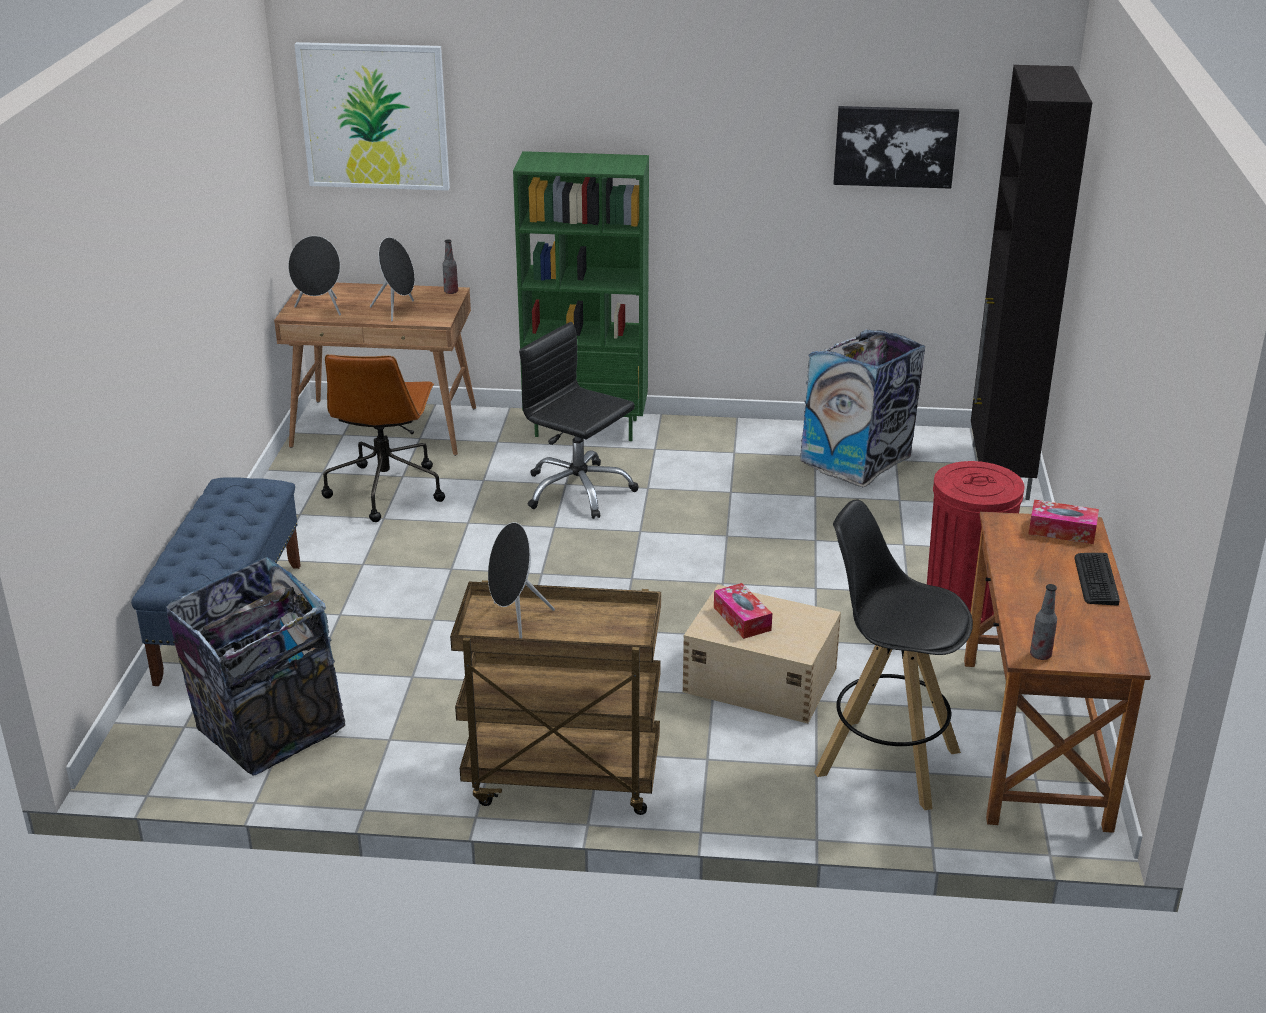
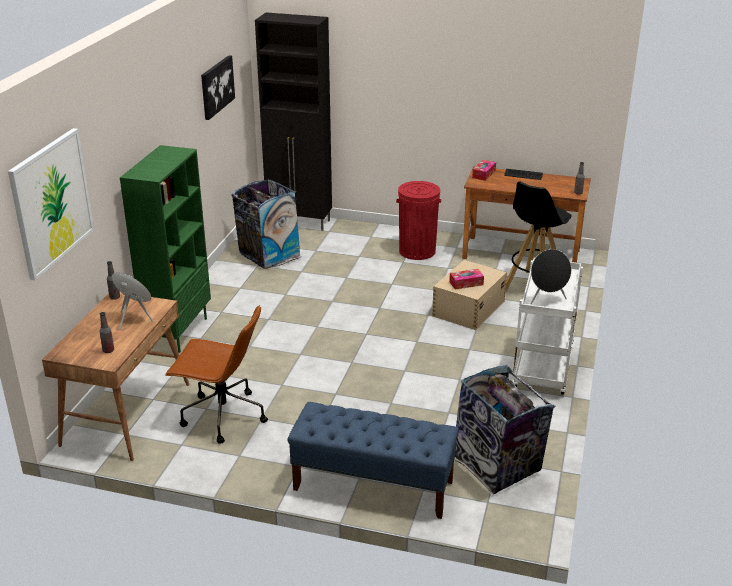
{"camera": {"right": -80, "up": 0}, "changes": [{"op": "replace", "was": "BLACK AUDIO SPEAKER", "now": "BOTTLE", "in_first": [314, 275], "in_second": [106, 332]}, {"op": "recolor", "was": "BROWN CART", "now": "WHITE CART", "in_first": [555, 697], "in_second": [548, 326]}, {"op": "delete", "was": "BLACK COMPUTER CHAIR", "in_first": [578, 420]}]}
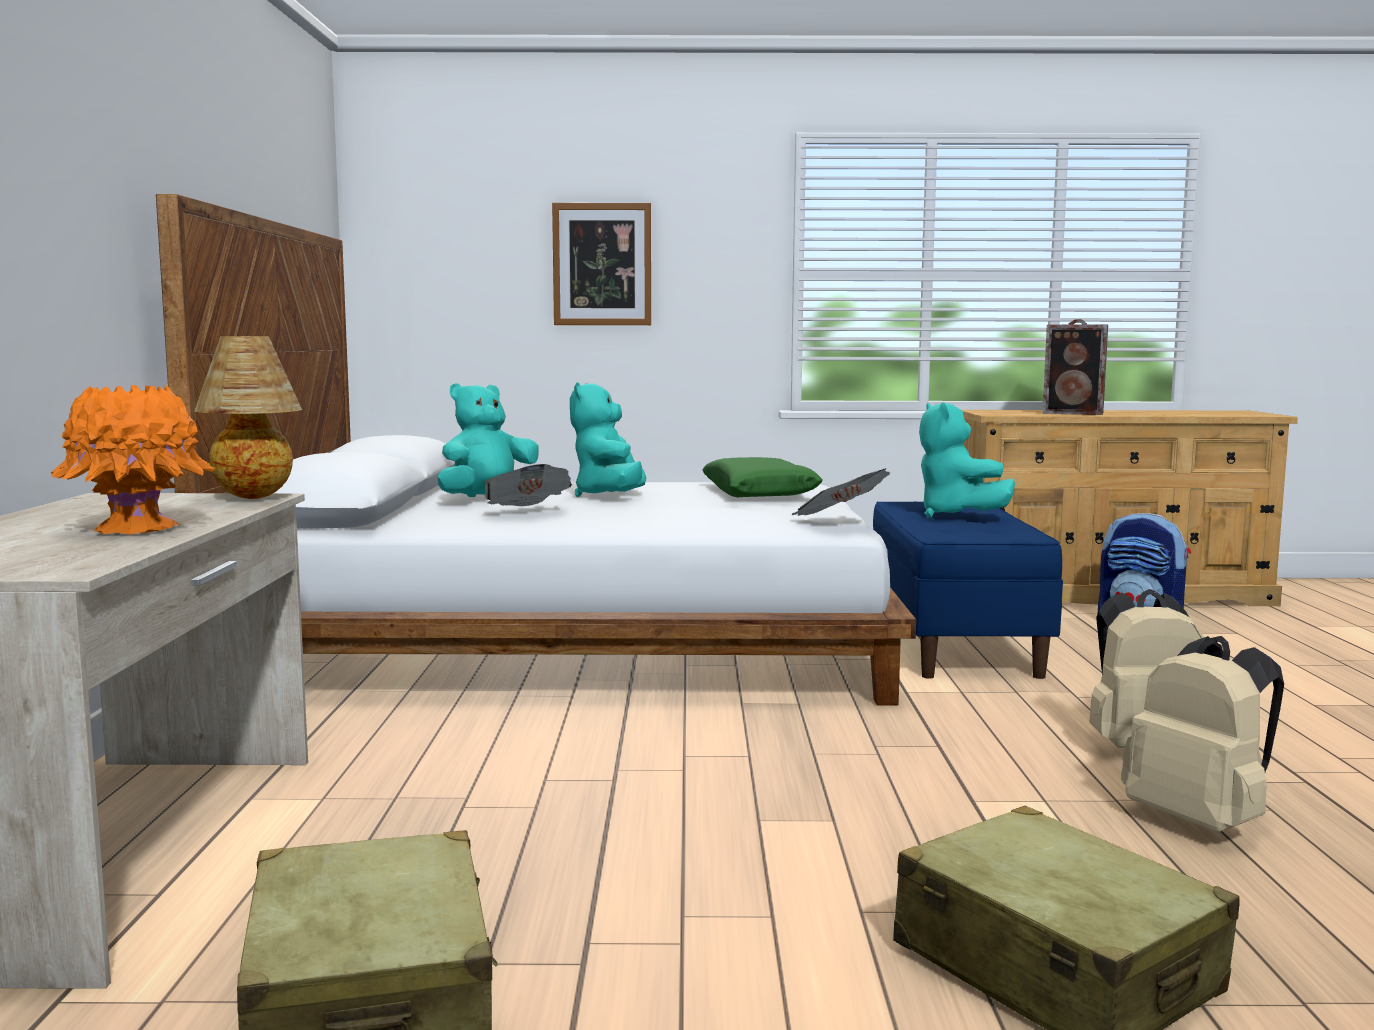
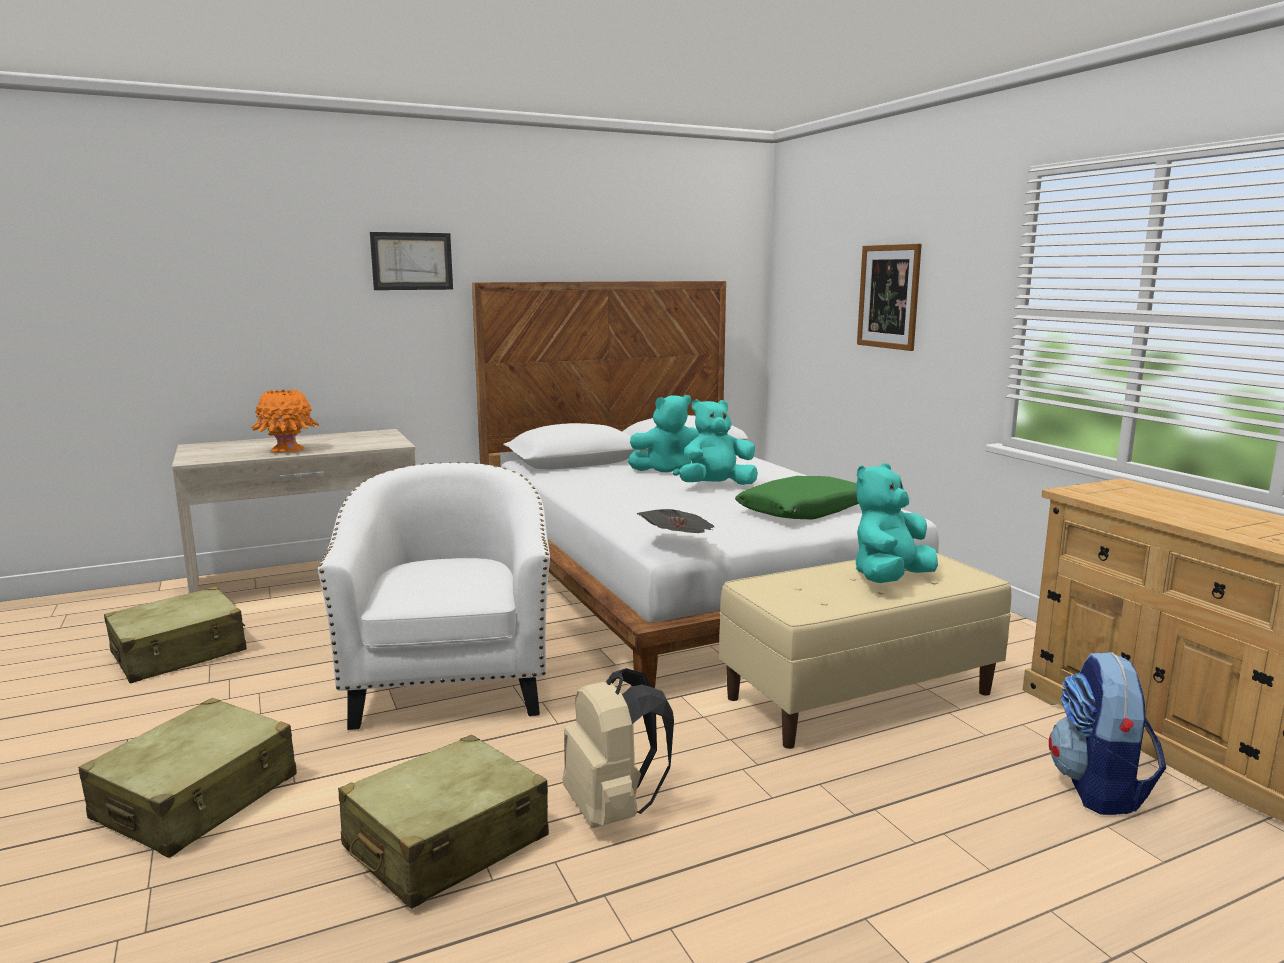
{"camera": {"right": 65, "up": 5}, "changes": [{"op": "insert", "now": "WHITE EASY CHAIR", "in_second": [434, 596]}, {"op": "replace", "was": "BEIGE RUCKSACK", "now": "BEIGE SUITCASE", "in_first": [1202, 734], "in_second": [443, 822]}, {"op": "insert", "now": "PICTURE", "in_second": [411, 261]}, {"op": "rotate", "was": "BLUE-GREEN PLUSH TOY", "in_first": [488, 440], "in_second": [663, 435], "clockwise": 135}, {"op": "recolor", "was": "BLUE BENCH", "now": "BEIGE BENCH", "in_first": [968, 590], "in_second": [865, 651]}, {"op": "delete", "was": "TABLE LAMP", "in_first": [248, 417]}, {"op": "delete", "was": "NEWSPAPER", "in_first": [528, 485]}, {"op": "delete", "was": "AUDIO SPEAKER", "in_first": [1075, 367]}]}
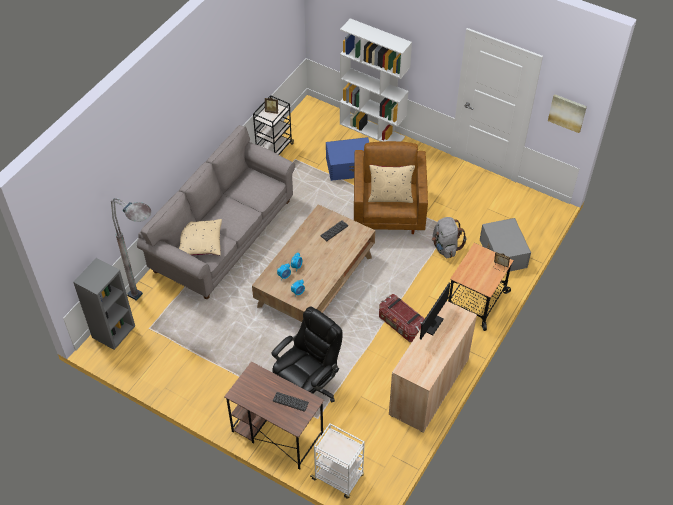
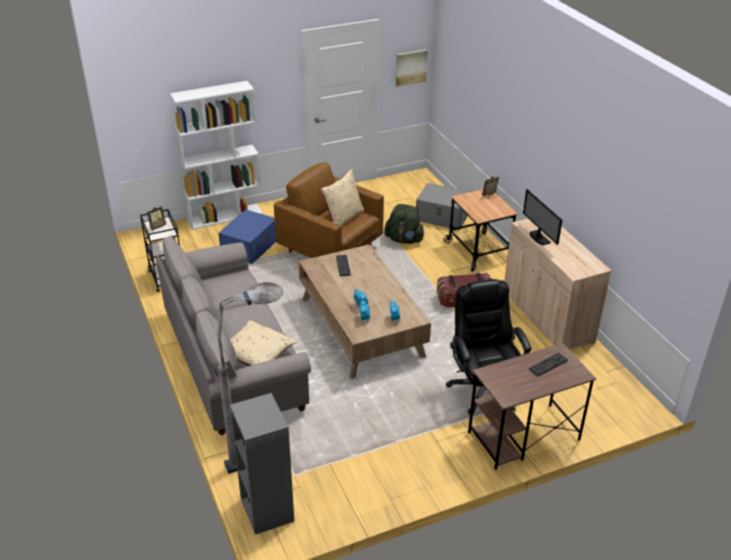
{"camera": {"right": -55, "up": -15}, "changes": [{"op": "recolor", "was": "GREYISH RUCKSACK", "now": "GREEN-COLOURED RUCKSACK", "in_first": [449, 237], "in_second": [404, 224]}, {"op": "delete", "was": "WHITE CART", "in_first": [337, 461]}]}
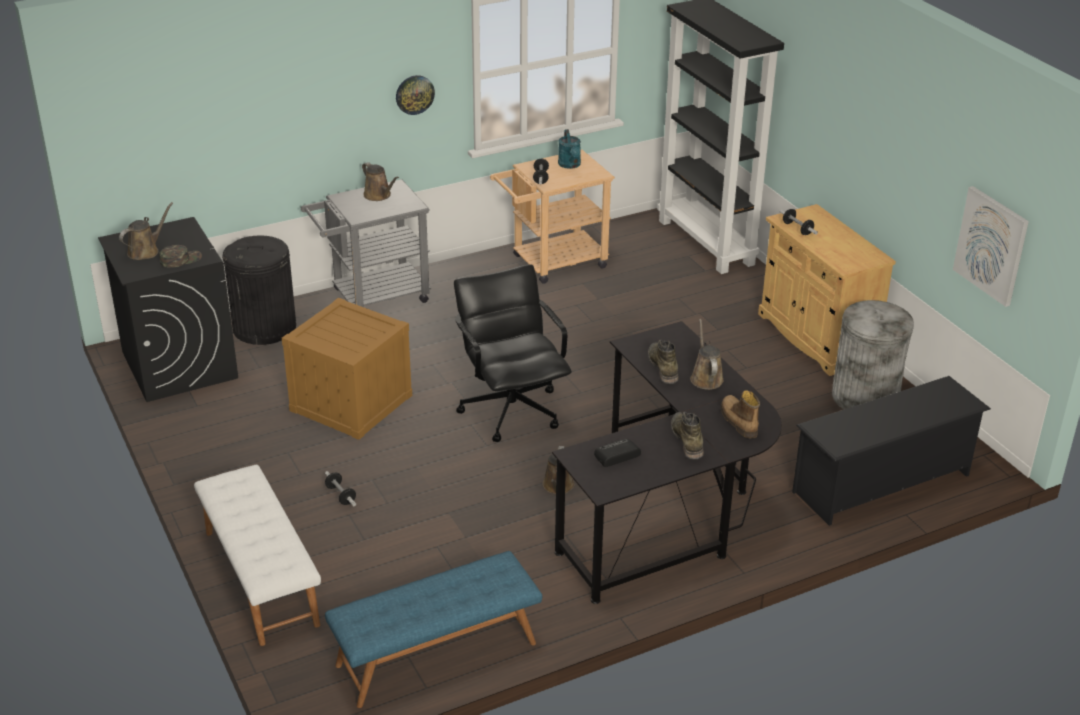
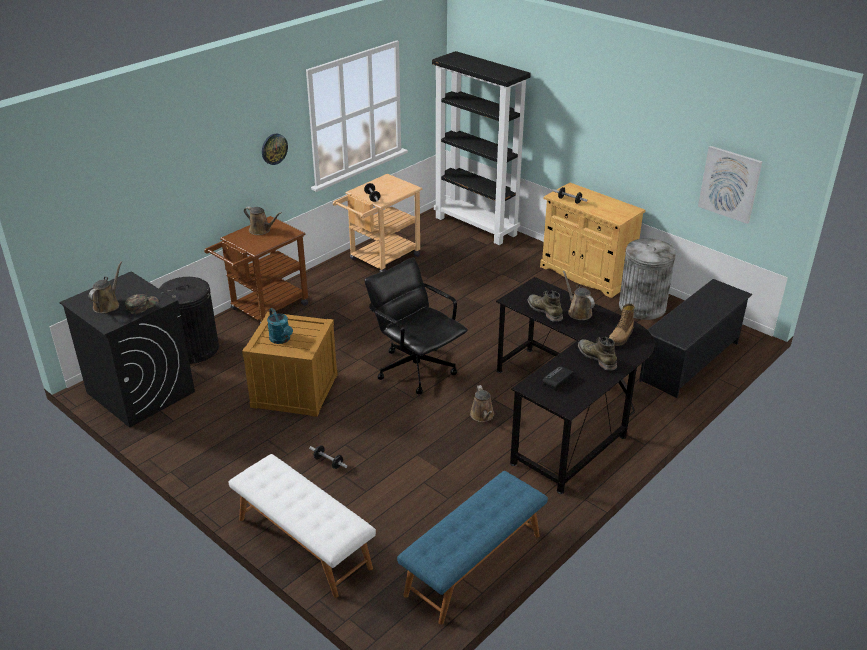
{"camera": {"right": -20, "up": 0}, "changes": [{"op": "recolor", "was": "GREYISH CART", "now": "BROWN CART", "in_first": [366, 243], "in_second": [256, 270]}, {"op": "move", "was": "BLUE-GREEN SPRINKLING CAN", "in_first": [569, 149], "in_second": [280, 326]}, {"op": "rotate", "was": "TALL BOOT", "in_first": [740, 414], "in_second": [622, 324], "clockwise": -105}]}
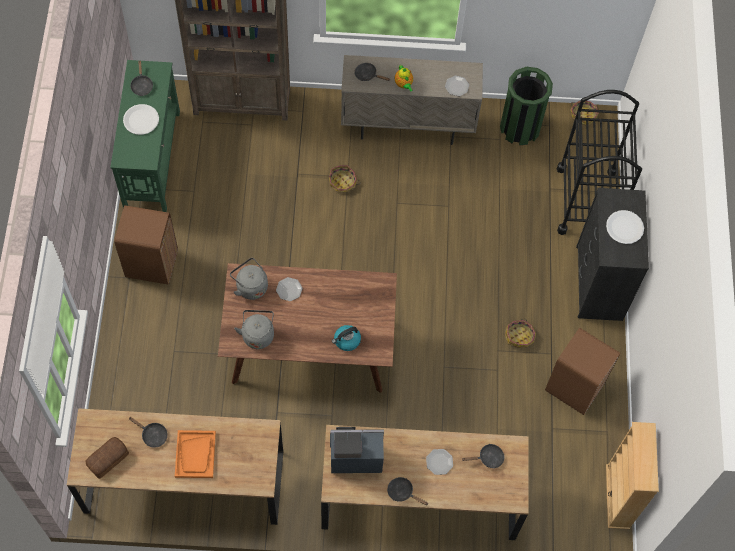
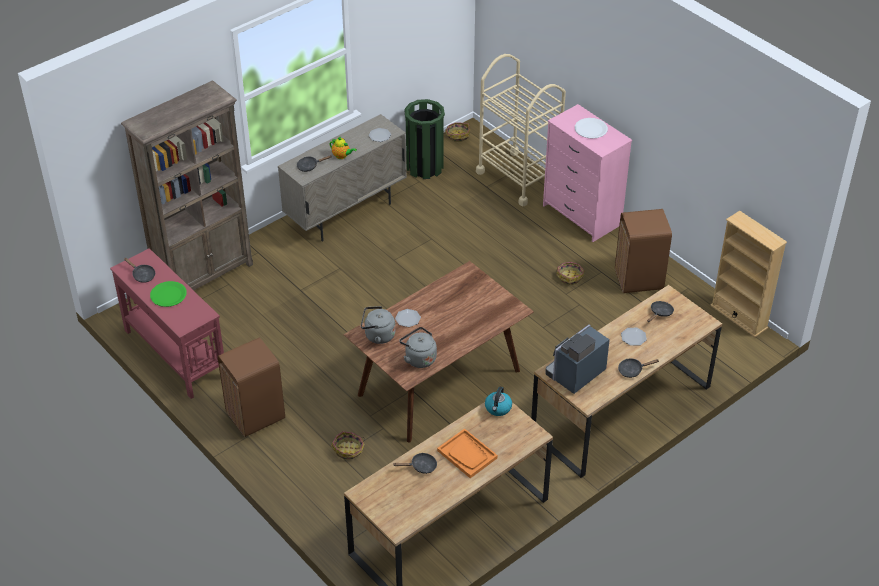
{"camera": {"right": -40, "up": -20}, "changes": [{"op": "recolor", "was": "GREEN-COLOURED CONSOLE TABLE", "now": "RED-COLOURED CONSOLE TABLE", "in_first": [145, 136], "in_second": [167, 323]}, {"op": "recolor", "was": "WHITE DINNER PLATE", "now": "GREEN-COLOURED DINNER PLATE", "in_first": [141, 119], "in_second": [168, 294]}, {"op": "move", "was": "STORAGE BASKET", "in_first": [345, 178], "in_second": [348, 445]}, {"op": "recolor", "was": "BLACK CART", "now": "BEIGE CART", "in_first": [599, 162], "in_second": [521, 130]}, {"op": "move", "was": "KETTLE", "in_first": [346, 338], "in_second": [498, 401]}, {"op": "recolor", "was": "BLACK DRESSER", "now": "PINK-COLOURED DRESSER", "in_first": [612, 254], "in_second": [587, 173]}, {"op": "delete", "was": "BAKED BREAD", "in_first": [107, 458]}]}
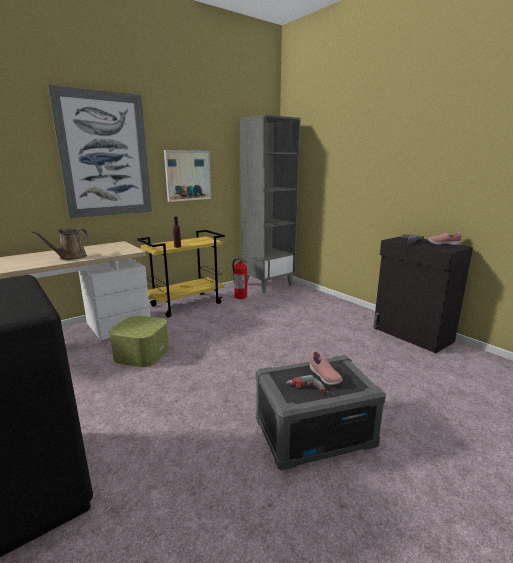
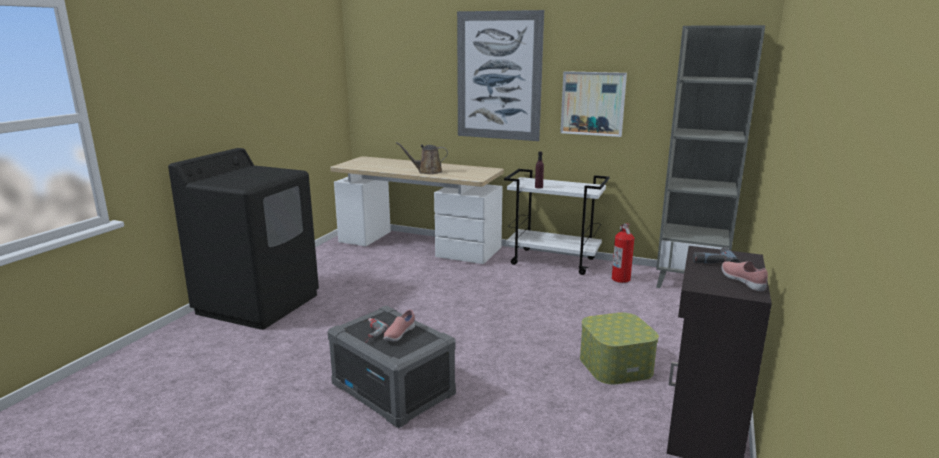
{"camera": {"right": 60, "up": 0}, "changes": [{"op": "recolor", "was": "YELLOWISH CART", "now": "WHITE CART", "in_first": [181, 274], "in_second": [557, 222]}, {"op": "move", "was": "STORAGE CONTAINER", "in_first": [139, 341], "in_second": [619, 348]}]}
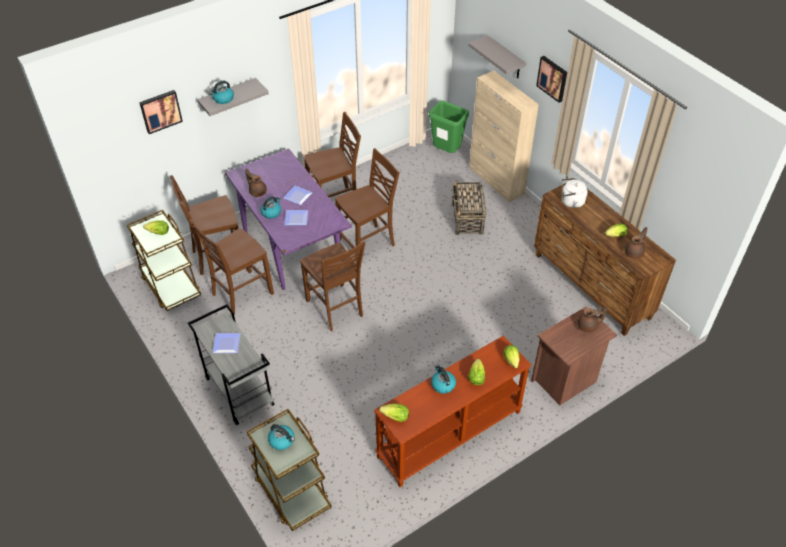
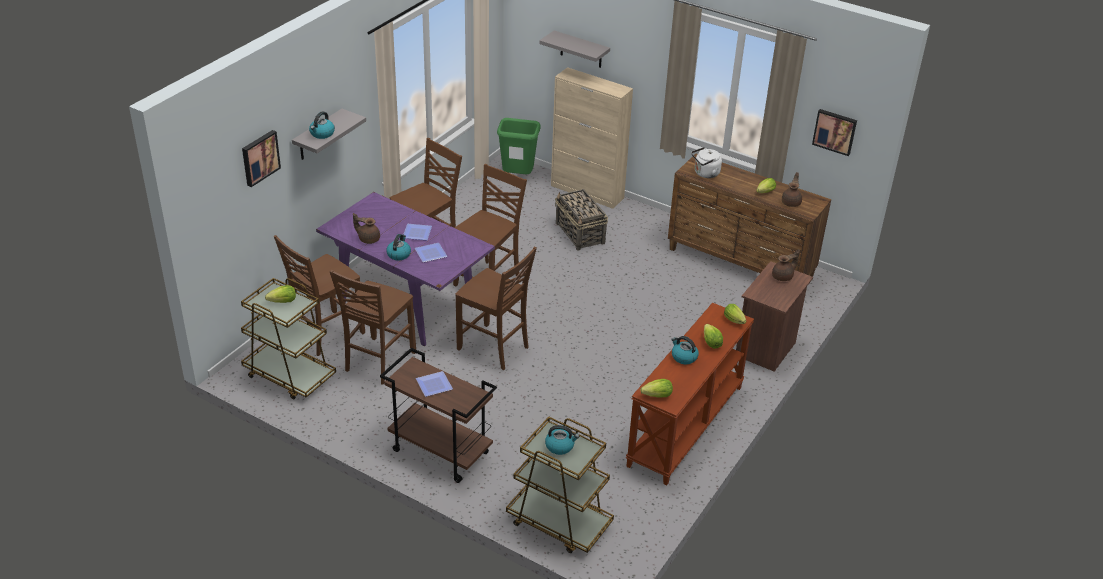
{"camera": {"right": -25, "up": -10}, "changes": [{"op": "recolor", "was": "GREYISH CART", "now": "BROWN CART", "in_first": [231, 364], "in_second": [438, 415]}, {"op": "move", "was": "PICTURE", "in_first": [551, 79], "in_second": [834, 132]}]}
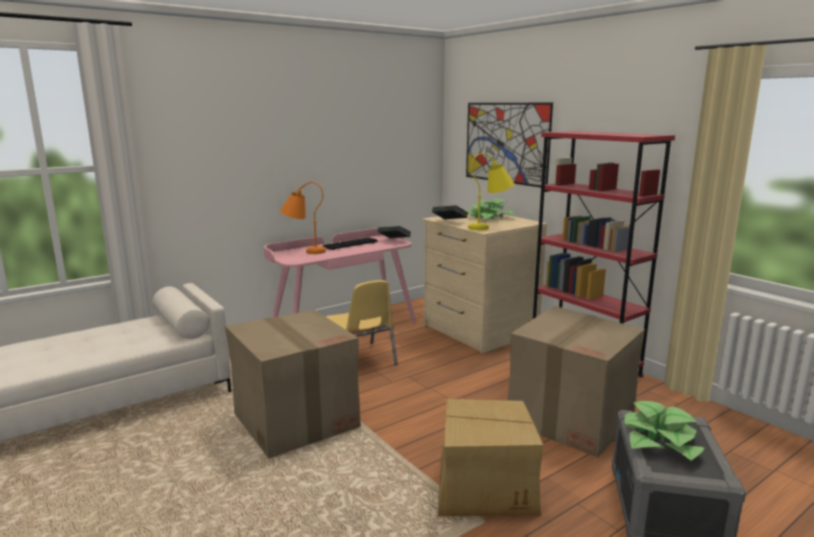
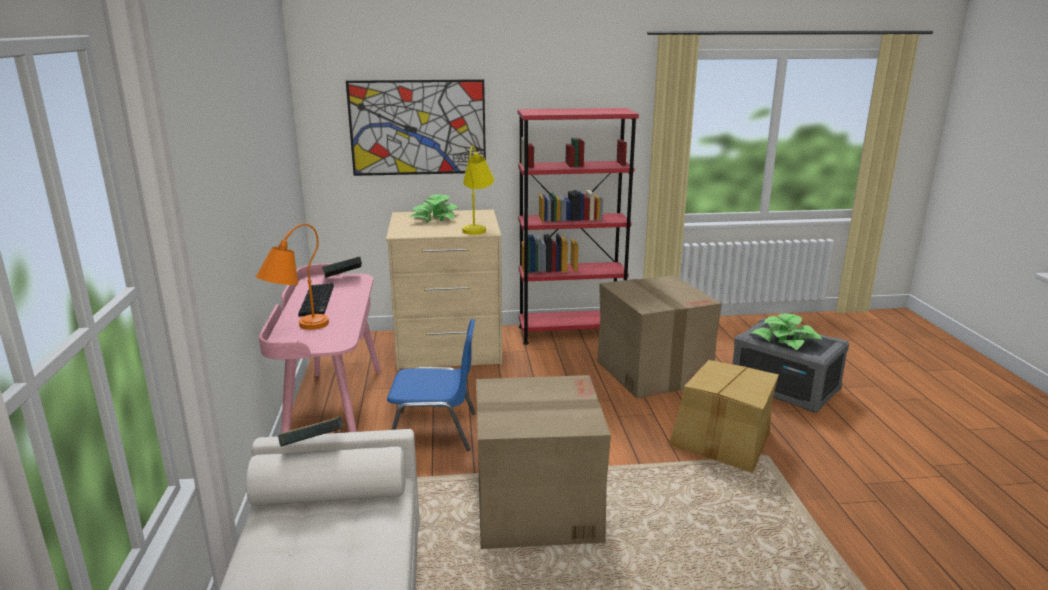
{"camera": {"right": -60, "up": 5}, "changes": [{"op": "move", "was": "BOOK", "in_first": [450, 212], "in_second": [311, 431]}, {"op": "recolor", "was": "YELLOWISH UPRIGHT CHAIR", "now": "BLUE UPRIGHT CHAIR", "in_first": [362, 322], "in_second": [431, 385]}]}
